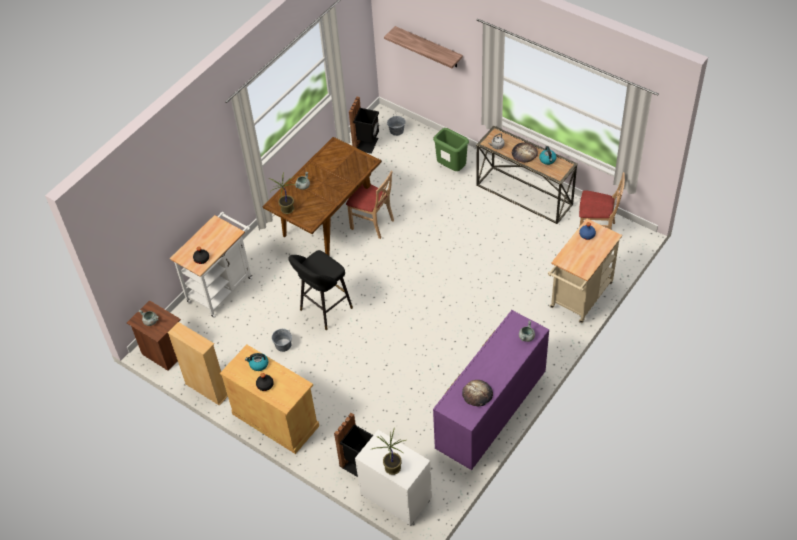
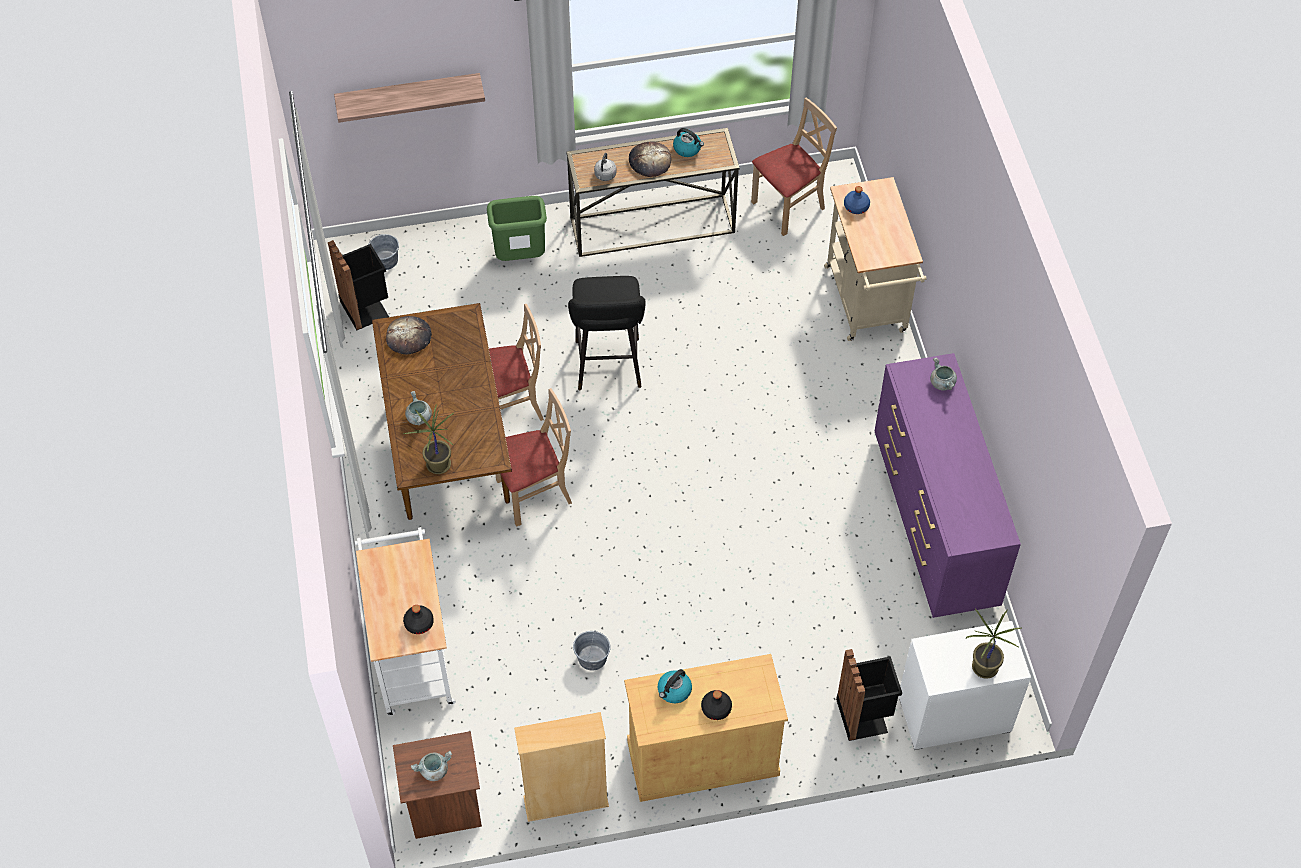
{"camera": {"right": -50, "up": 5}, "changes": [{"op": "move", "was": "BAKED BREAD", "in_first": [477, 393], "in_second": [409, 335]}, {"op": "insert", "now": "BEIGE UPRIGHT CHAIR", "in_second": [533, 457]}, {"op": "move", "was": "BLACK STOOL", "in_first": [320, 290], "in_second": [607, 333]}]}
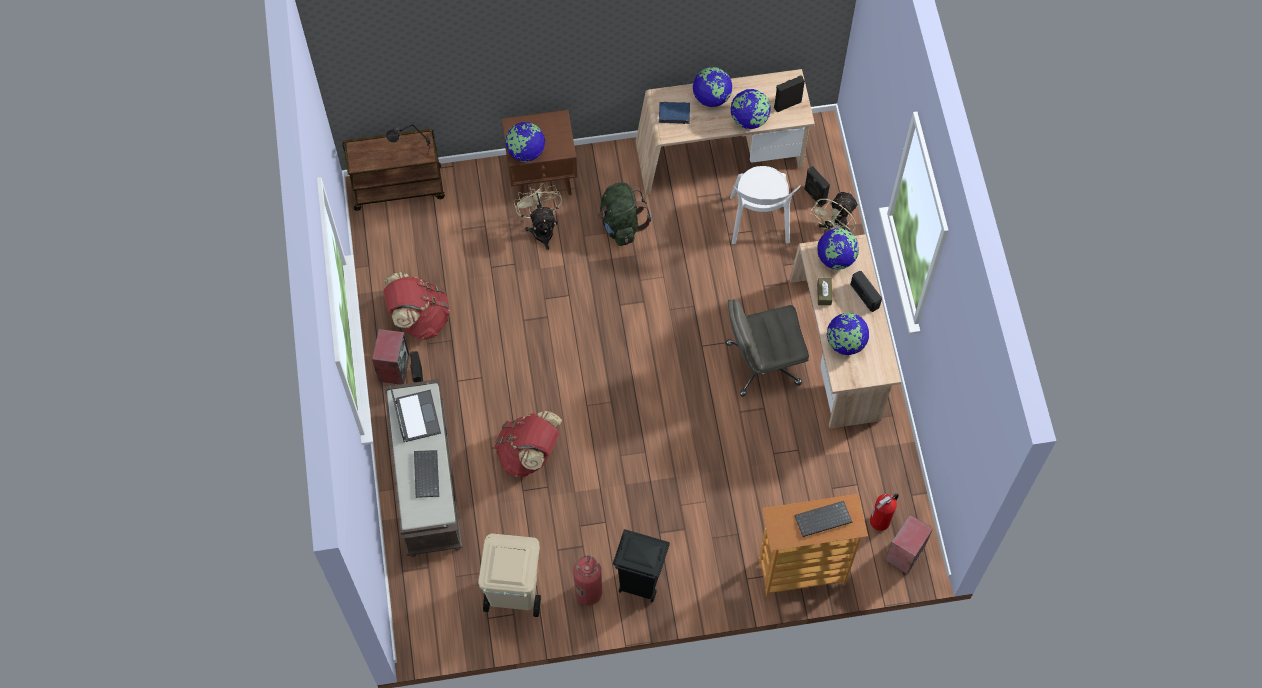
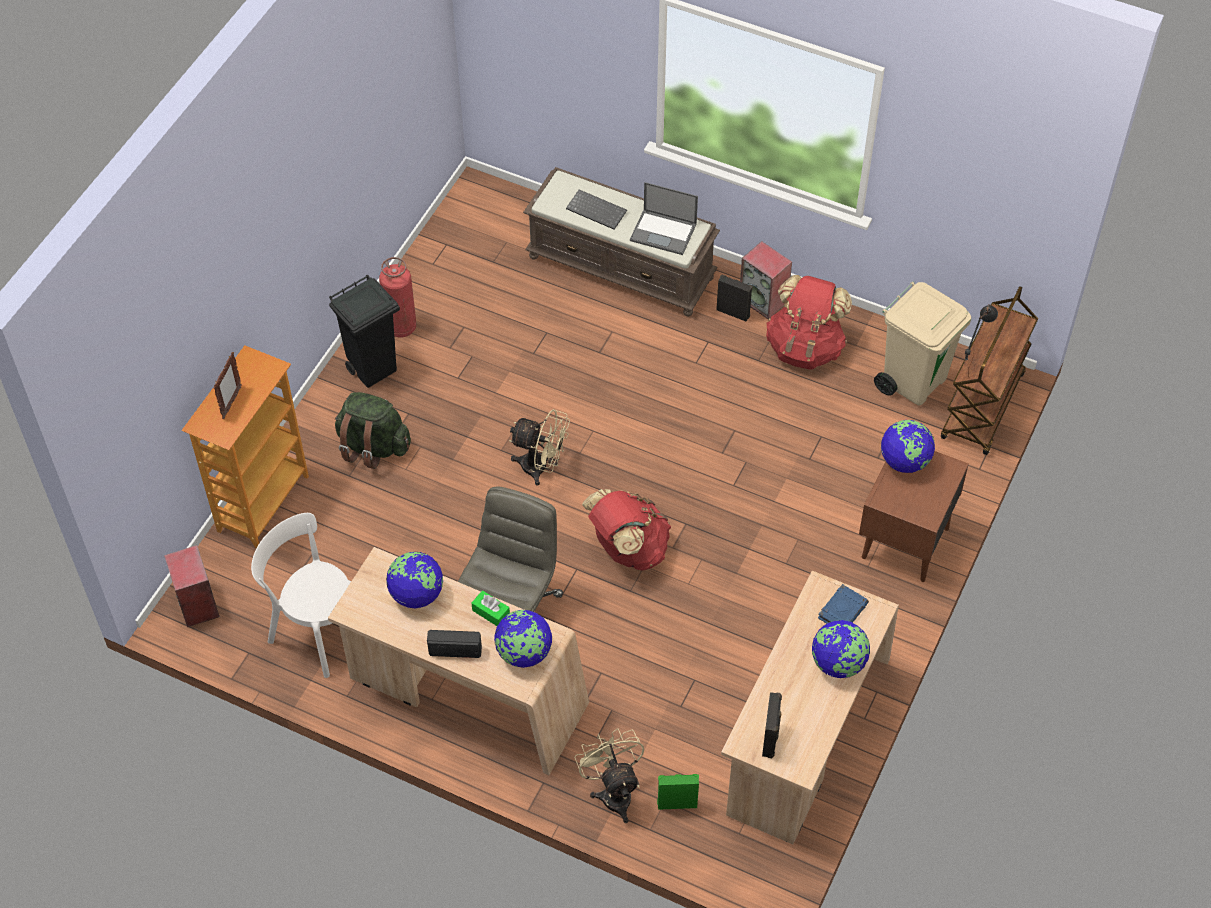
{"camera": {"right": 125, "up": -10}, "changes": [{"op": "replace", "was": "KEYBOARD", "now": "PHOTO FRAME", "in_first": [823, 519], "in_second": [228, 385]}, {"op": "move", "was": "WHITE UPRIGHT CHAIR", "in_first": [765, 205], "in_second": [301, 595]}, {"op": "move", "was": "GREEN-COLOURED RUCKSACK", "in_first": [624, 214], "in_second": [373, 430]}, {"op": "recolor", "was": "BROWN TISSUE BOX", "now": "GREEN-COLOURED TISSUE BOX", "in_first": [824, 291], "in_second": [490, 608]}, {"op": "move", "was": "BEIGE COOLING FAN", "in_first": [538, 216], "in_second": [539, 447]}, {"op": "move", "was": "RED-COLOURED RUCKSACK", "in_first": [528, 444], "in_second": [626, 530]}, {"op": "recolor", "was": "BLACK AUDIO SPEAKER", "now": "GREEN-COLOURED AUDIO SPEAKER", "in_first": [817, 186], "in_second": [678, 792]}, {"op": "move", "was": "BEIGE WASTE BIN", "in_first": [509, 575], "in_second": [922, 343]}, {"op": "delete", "was": "DESK GLOBE", "in_first": [750, 109]}, {"op": "delete", "was": "FIRE-FIGHTING CYLINDER", "in_first": [884, 512]}]}
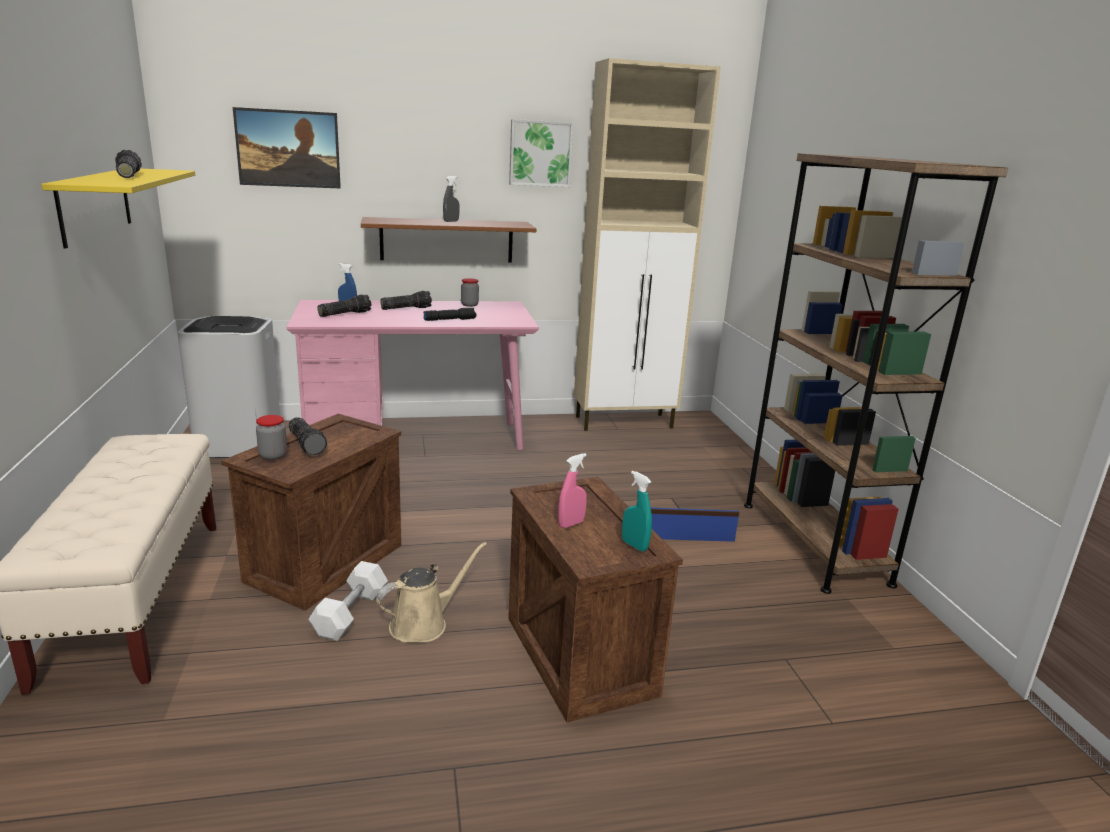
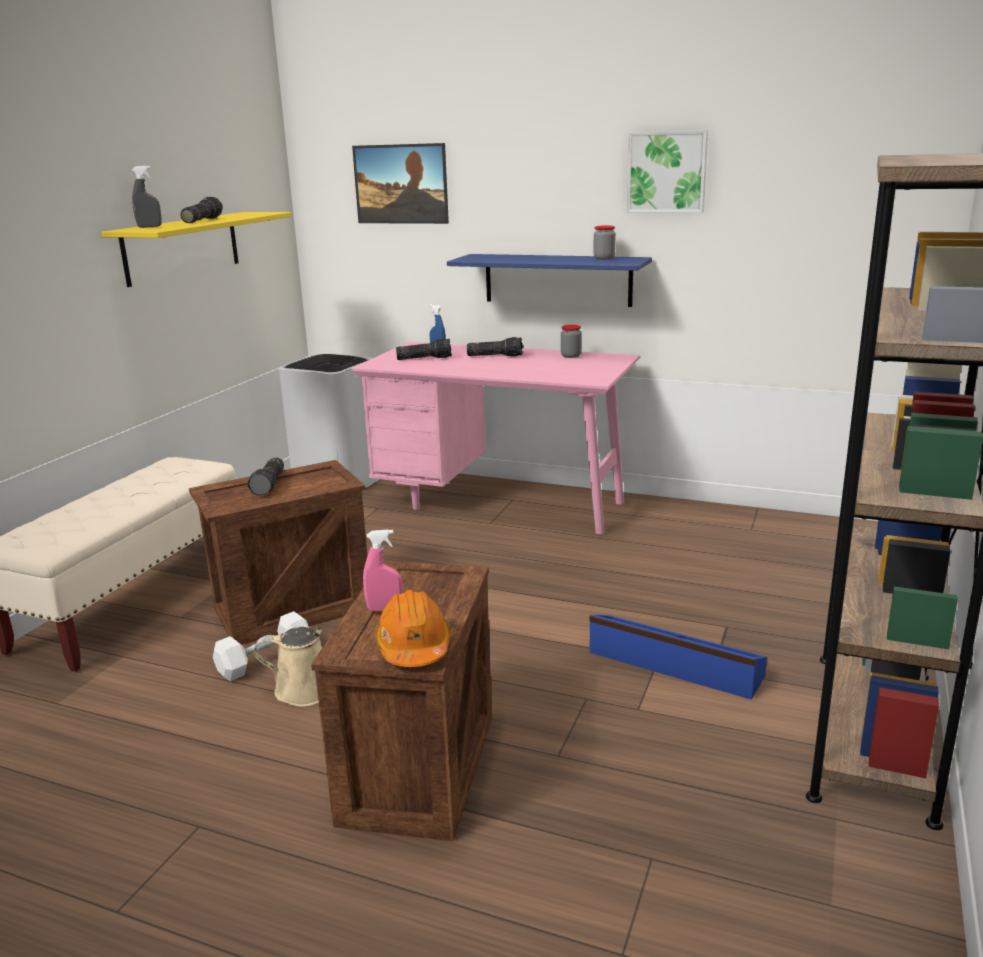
{"camera": {"right": 35, "up": 0}, "changes": [{"op": "move", "was": "GREYISH HAND SPRAYER", "in_first": [451, 199], "in_second": [147, 197]}, {"op": "replace", "was": "BLUE-GREEN HAND SPRAYER", "now": "ORANGEY WORK HELMET", "in_first": [637, 511], "in_second": [413, 628]}, {"op": "recolor", "was": "BROWN SHELF", "now": "BLUE SHELF", "in_first": [448, 240], "in_second": [549, 280]}, {"op": "move", "was": "JAR", "in_first": [271, 437], "in_second": [605, 242]}, {"op": "delete", "was": "BLACK FLASHLIGHT", "in_first": [449, 314]}, {"op": "delete", "was": "BEIGE CABINET", "in_first": [647, 244]}]}
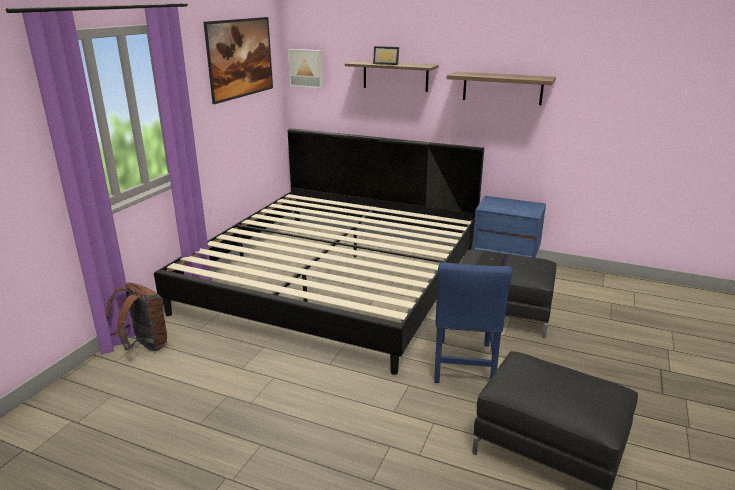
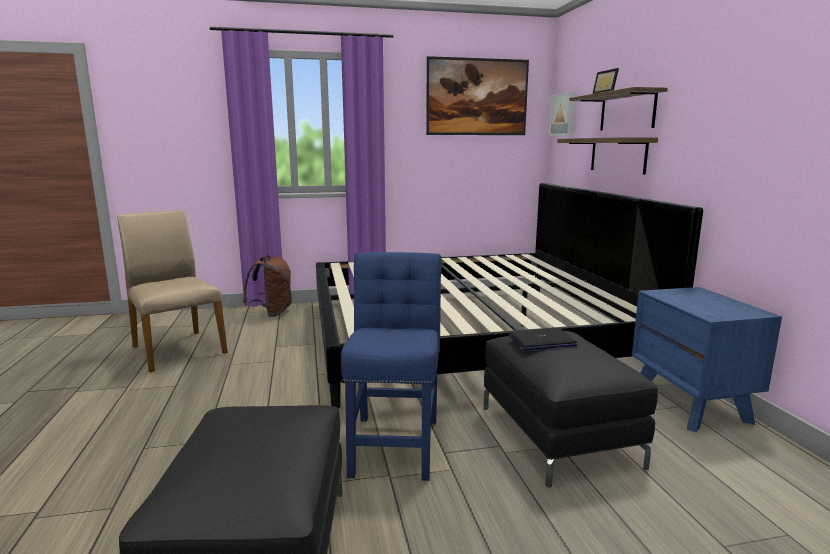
{"camera": {"right": 55, "up": -10}, "changes": [{"op": "insert", "now": "BEIGE UPRIGHT CHAIR", "in_second": [172, 291]}, {"op": "rotate", "was": "BLUE UPRIGHT CHAIR", "in_first": [473, 322], "in_second": [391, 366], "clockwise": 120}, {"op": "move", "was": "SHELF", "in_first": [501, 88], "in_second": [607, 156]}]}
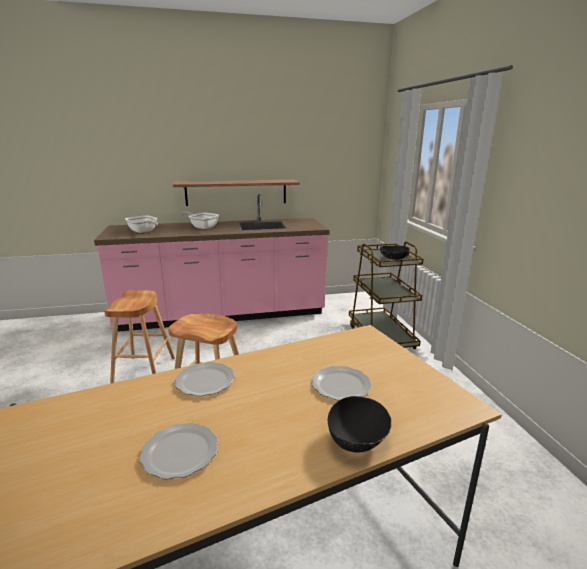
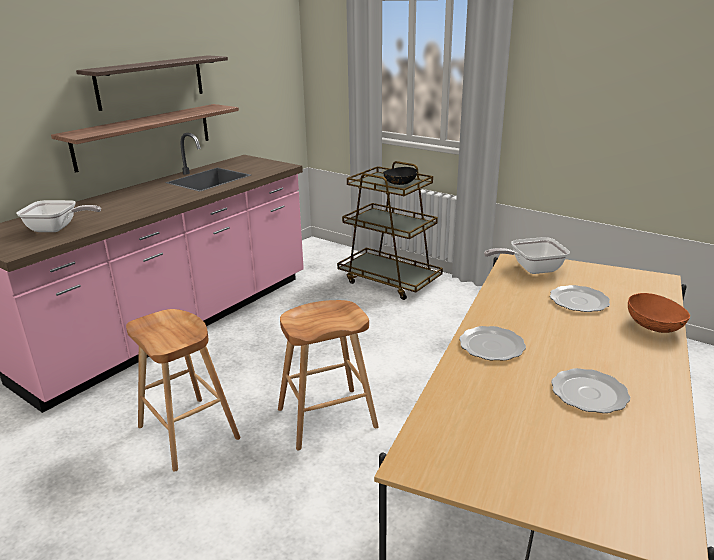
{"camera": {"right": -40, "up": 5}, "changes": [{"op": "insert", "now": "SHELF", "in_second": [152, 83]}, {"op": "move", "was": "FRYING PAN", "in_first": [200, 220], "in_second": [527, 255]}, {"op": "recolor", "was": "BLACK BOWL", "now": "ORANGEY BOWL", "in_first": [360, 424], "in_second": [659, 313]}]}
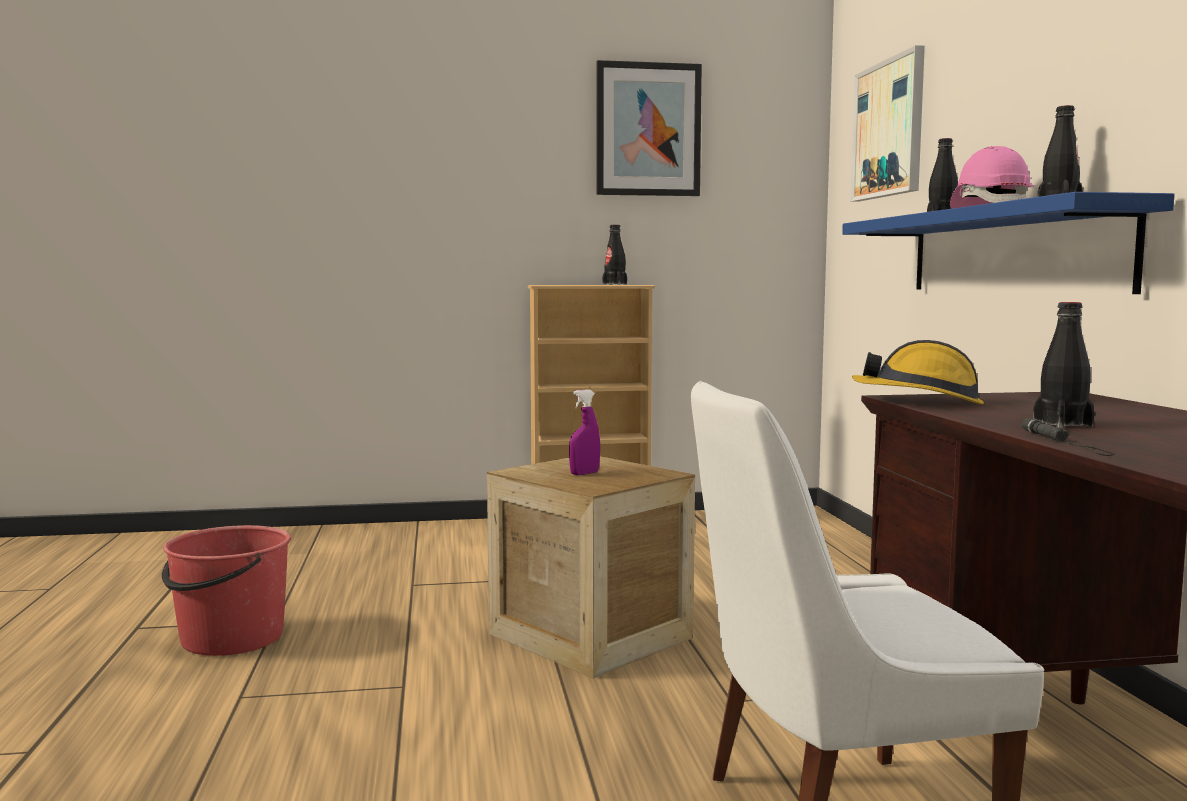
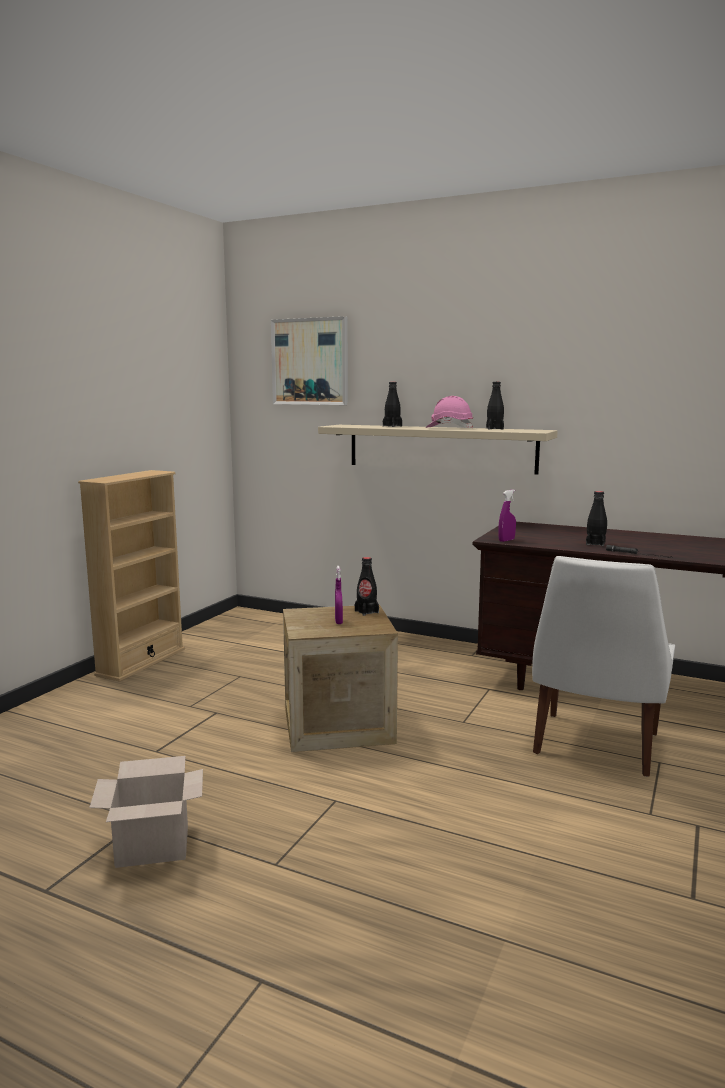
{"camera": {"right": -55, "up": 5}, "changes": [{"op": "replace", "was": "RED-COLOURED WATER BUCKET", "now": "PACKING BOX", "in_first": [226, 590], "in_second": [146, 812]}, {"op": "recolor", "was": "BLUE SHELF", "now": "BEIGE SHELF", "in_first": [1008, 243], "in_second": [438, 450]}, {"op": "move", "was": "BLACK BOTTLE", "in_first": [614, 255], "in_second": [367, 586]}, {"op": "replace", "was": "WORK HELMET", "now": "PURPLISH HAND SPRAYER", "in_first": [918, 372], "in_second": [507, 516]}, {"op": "delete", "was": "PICTURE", "in_first": [649, 128]}]}
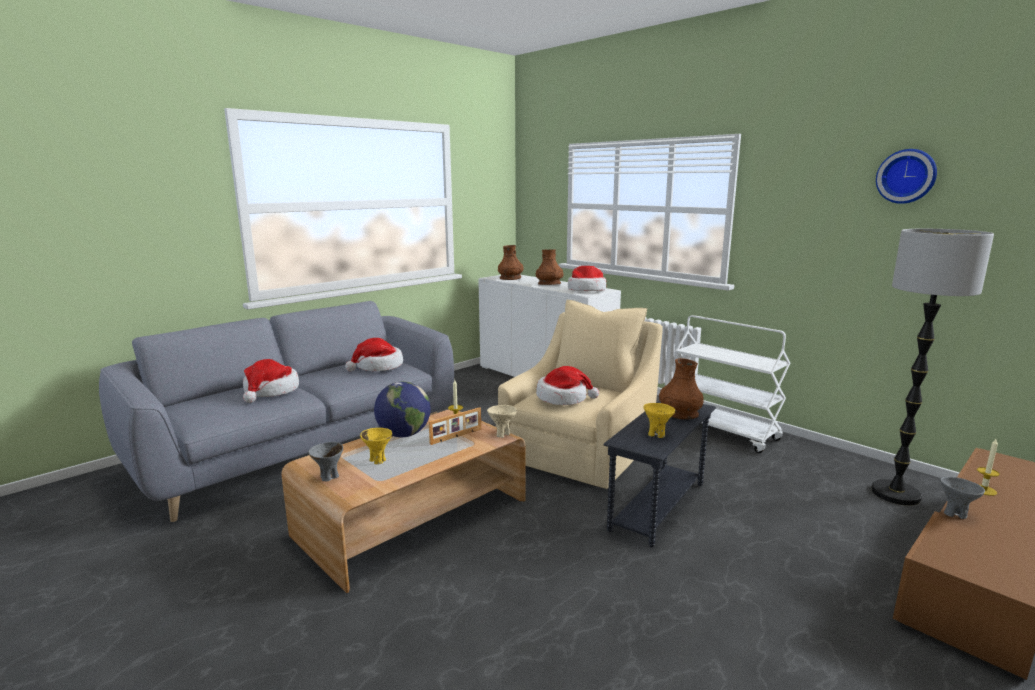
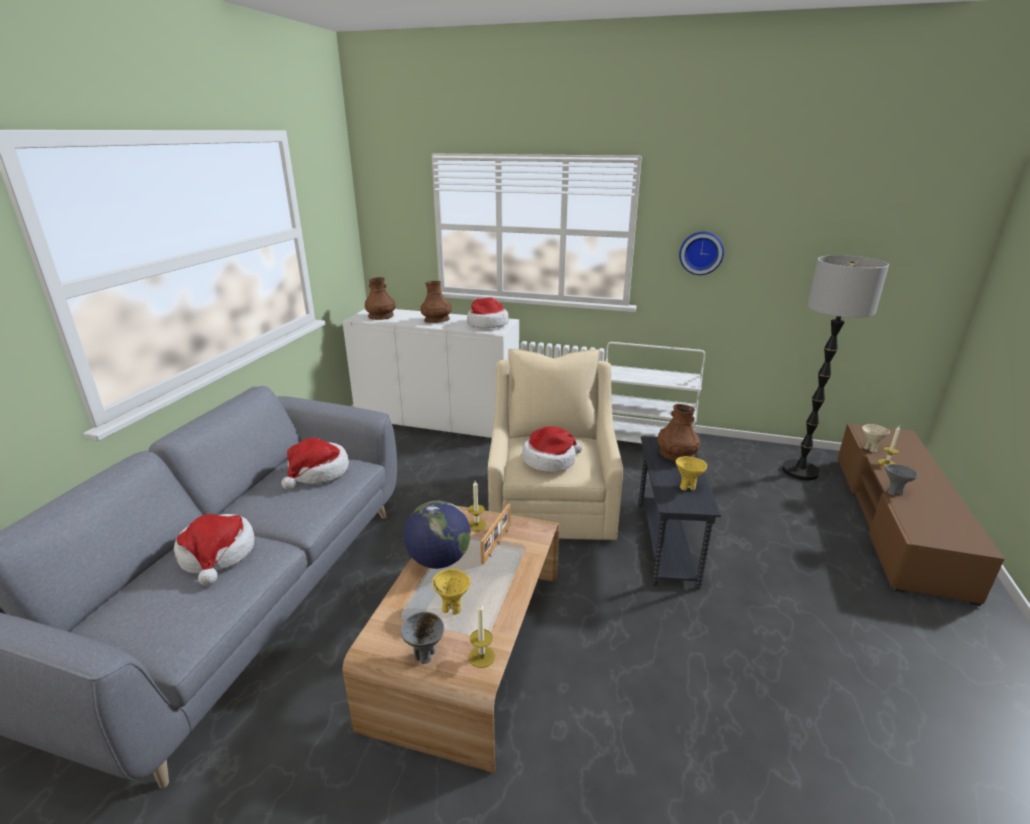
{"camera": {"right": -30, "up": 10}, "changes": [{"op": "insert", "now": "WAX LIGHT", "in_second": [482, 636]}, {"op": "move", "was": "CLOCK ON THE WALL", "in_first": [906, 176], "in_second": [701, 253]}, {"op": "move", "was": "BEIGE BOWL", "in_first": [502, 421], "in_second": [876, 438]}]}
